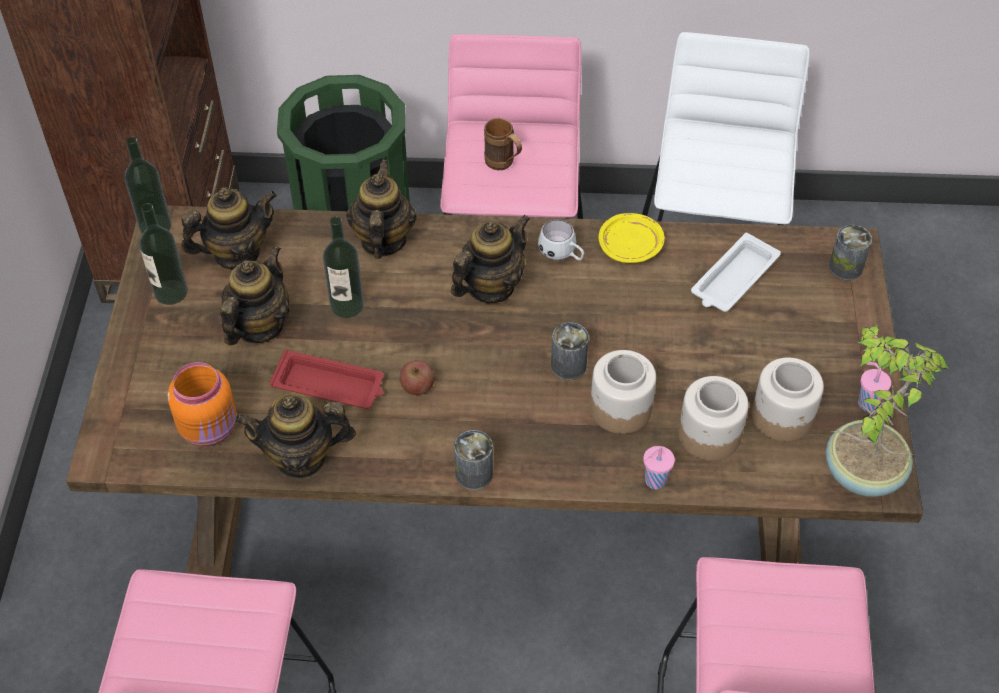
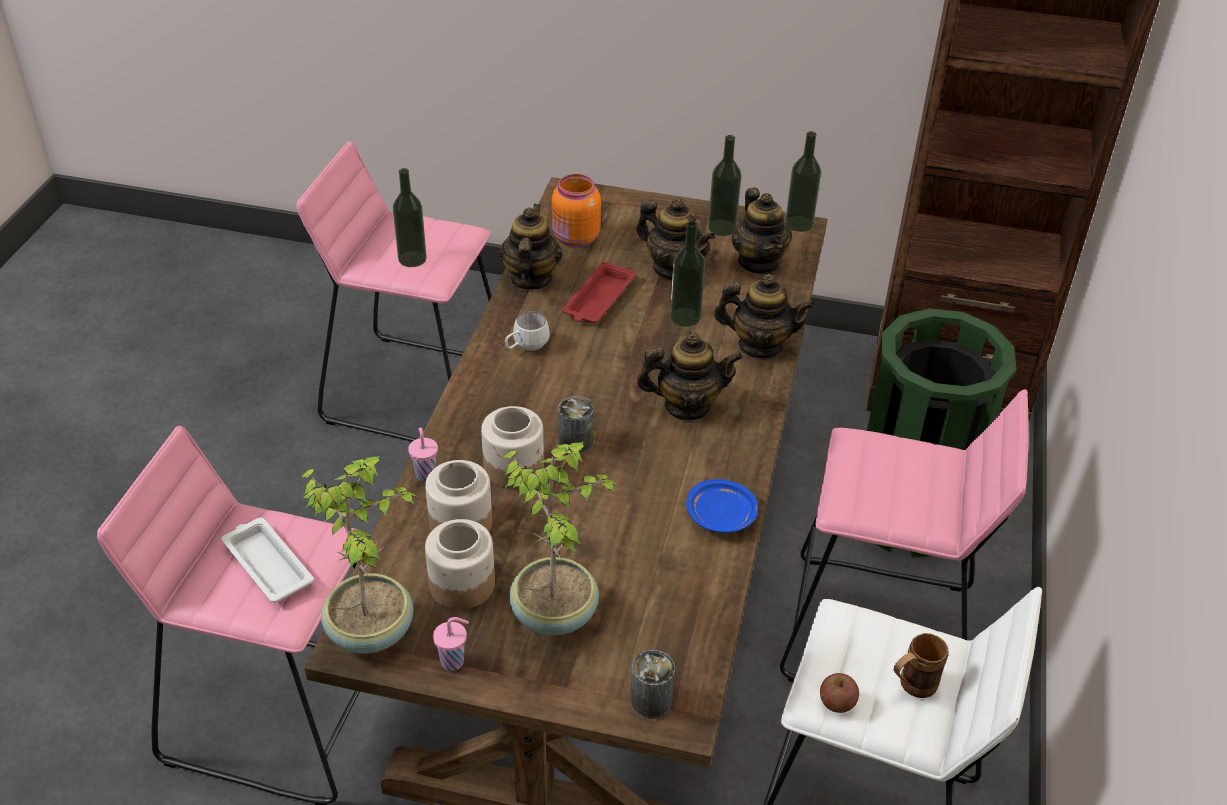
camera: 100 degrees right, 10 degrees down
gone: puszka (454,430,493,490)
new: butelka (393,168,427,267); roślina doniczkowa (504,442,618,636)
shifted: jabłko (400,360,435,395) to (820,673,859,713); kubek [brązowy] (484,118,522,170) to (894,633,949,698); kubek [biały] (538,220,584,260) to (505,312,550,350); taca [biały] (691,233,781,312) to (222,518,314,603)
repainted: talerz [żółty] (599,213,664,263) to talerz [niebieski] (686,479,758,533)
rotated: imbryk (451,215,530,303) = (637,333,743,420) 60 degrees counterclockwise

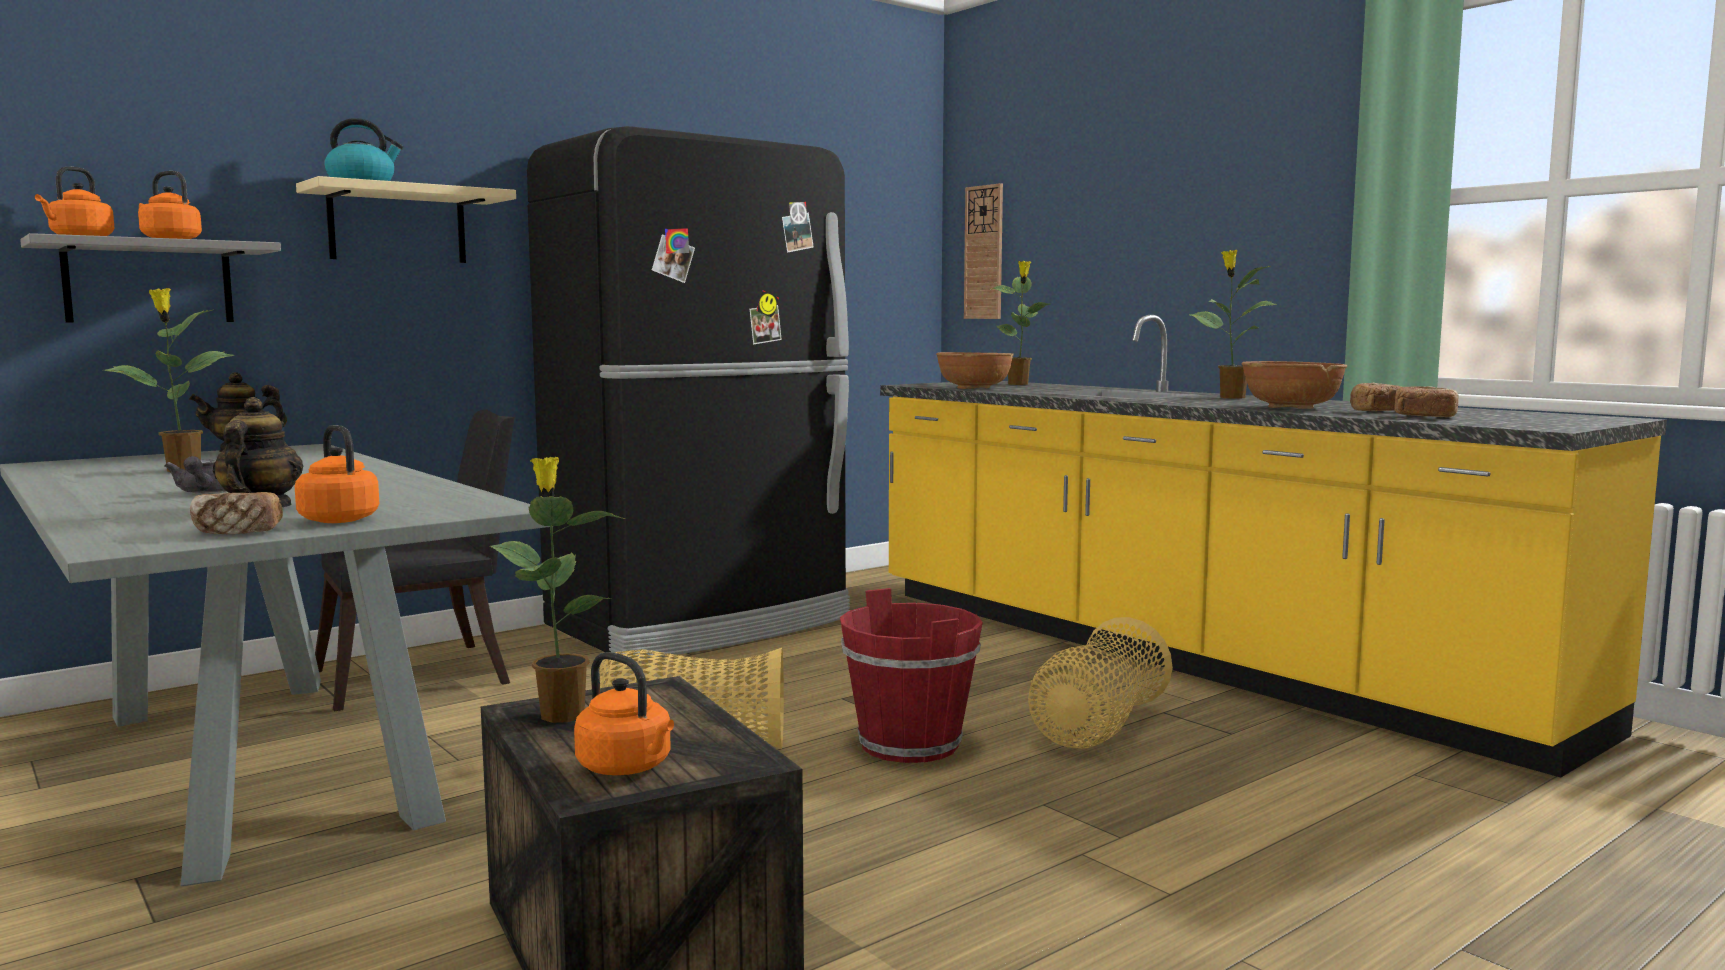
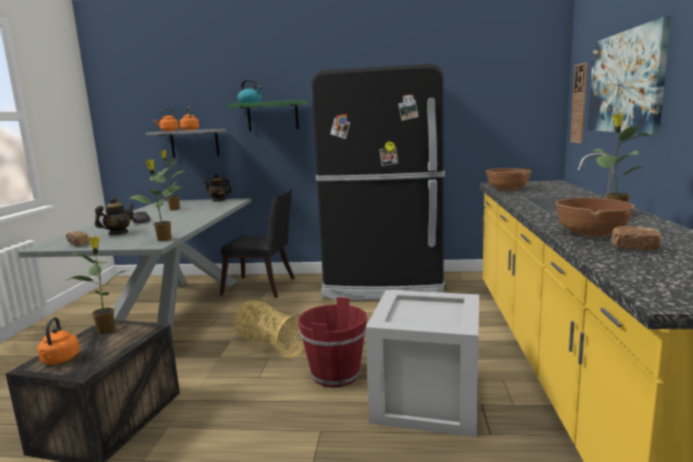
camera: 45 degrees right, 5 degrees up
gone: czajnik [pomarańczowy] (295,425,379,523); chleb (1394,386,1459,417)
new: obraz (588,16,671,135)
shifted: roślina doniczkowa (989,261,1050,385) to (129,159,182,241)
swapped: koszyk (1028,617,1173,749) to skrzynka (365,290,479,437)
repainted: półka [beżowy] (296,176,516,263) to półka [zielony] (228,100,307,131)

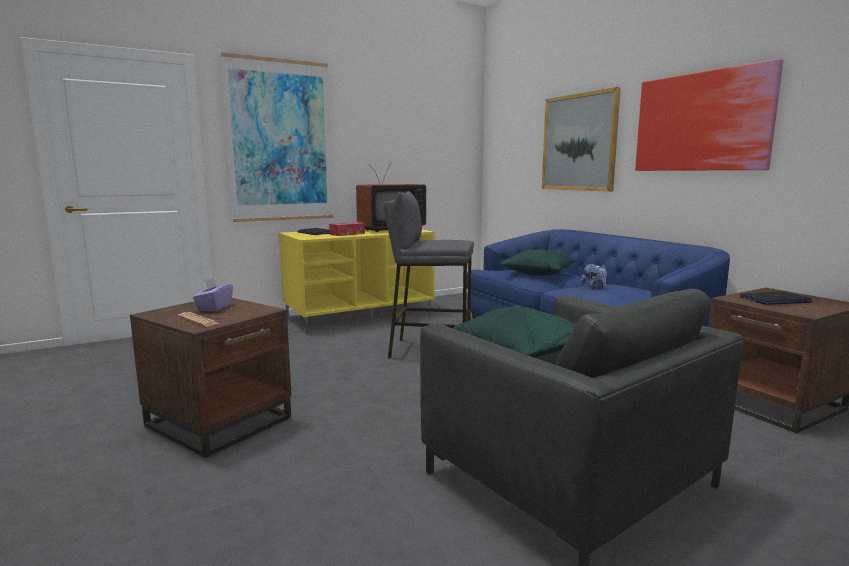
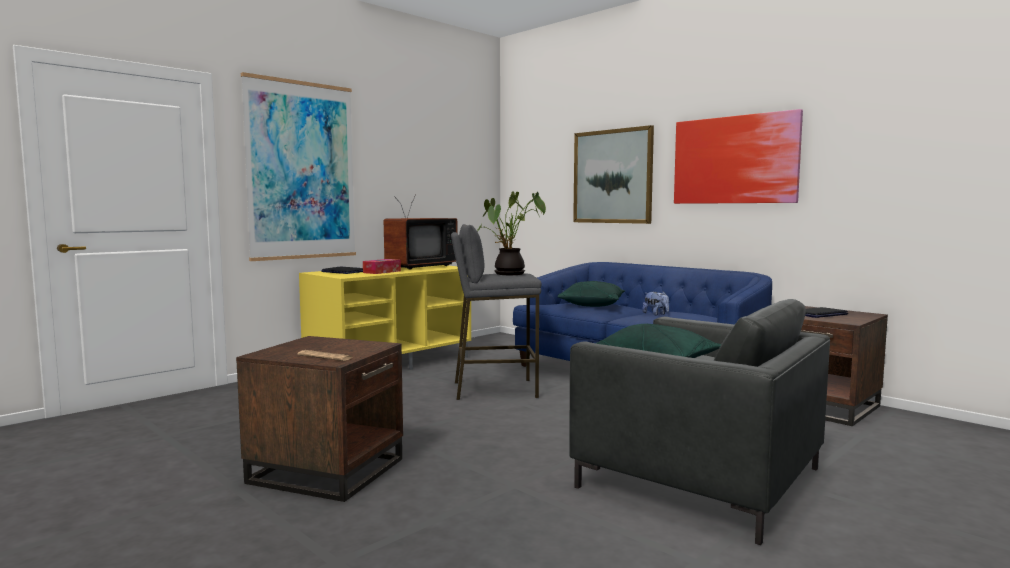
camera: 15 degrees left, 5 degrees down
gone: pudełko chusteczek [fioletowy] (193,277,233,311)
new: roślina doniczkowa (477,191,546,275)

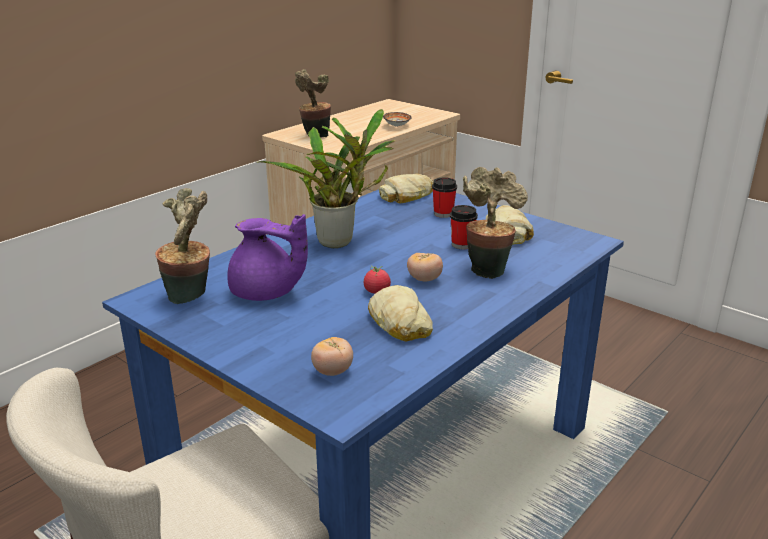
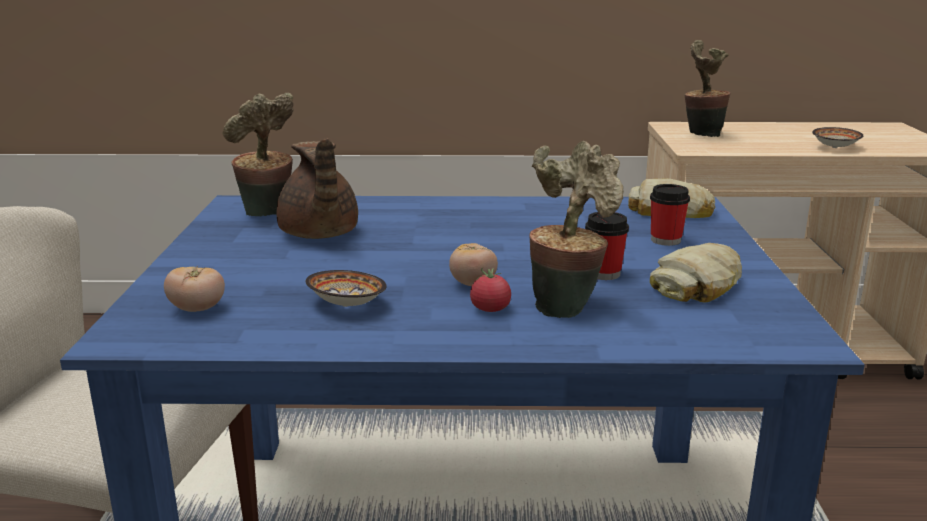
camera: 50 degrees right, 5 degrees down
gone: roślina doniczkowa (257,109,395,248)
shifted: pomidor (364,265,391,294) to (470,268,511,312)
swapped: chleb (368,285,433,341) to miska (306,270,386,307)
repainted: imbryk [fioletowy] (227,214,308,301) to imbryk [brązowy] (277,138,358,239)

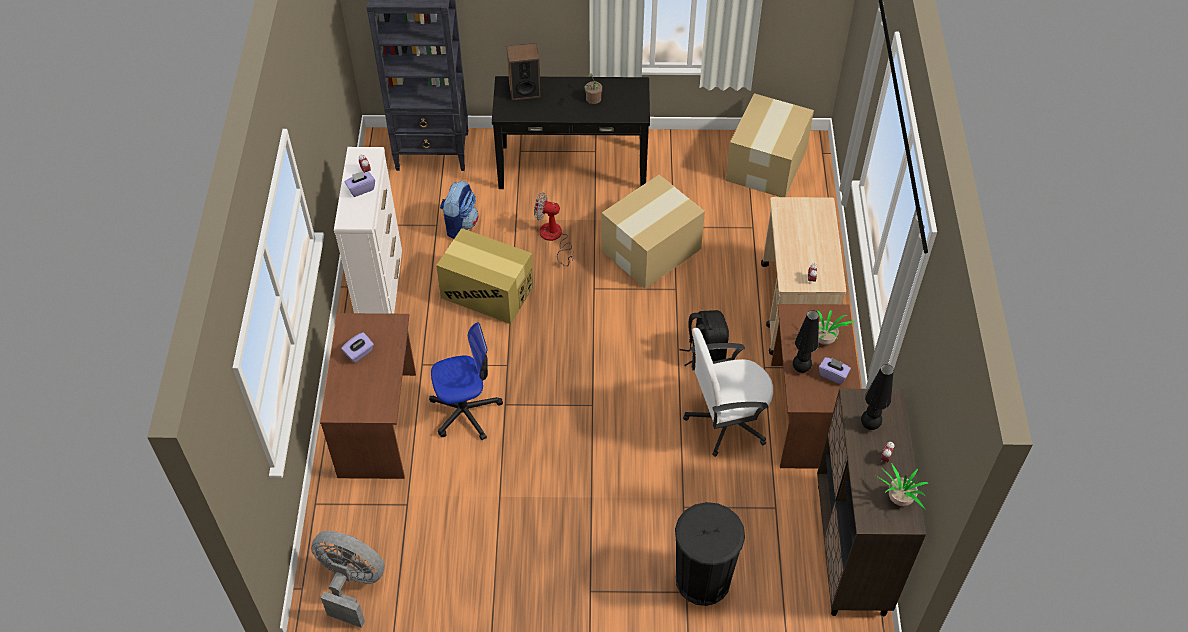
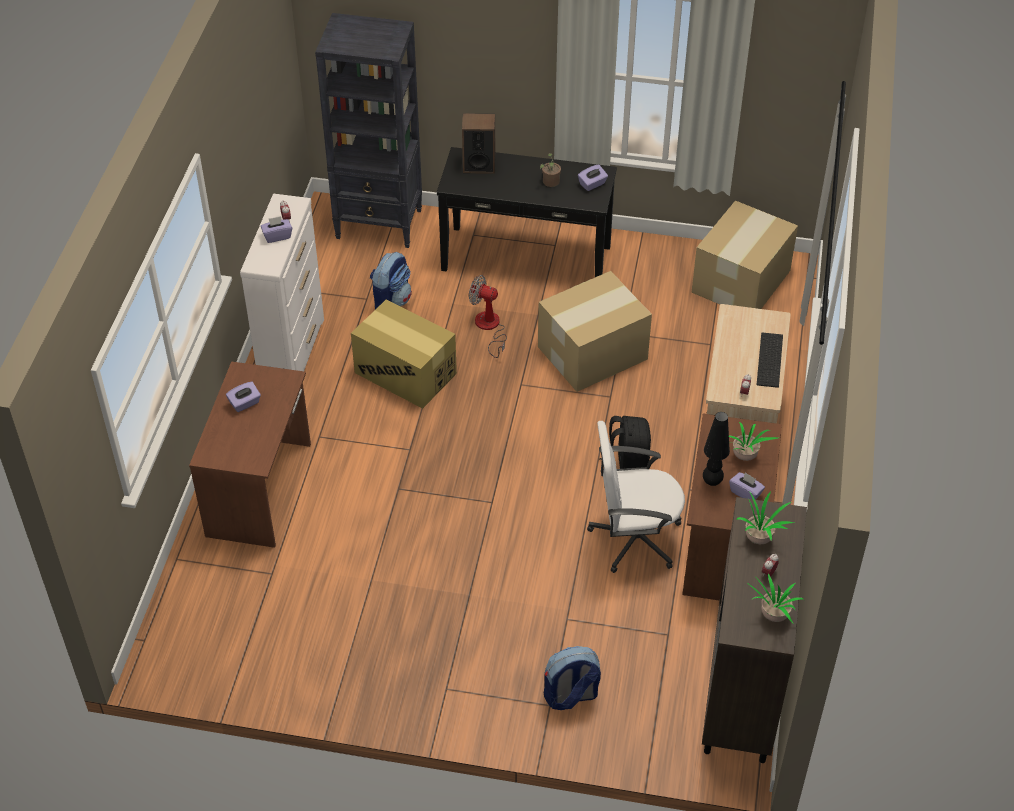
camera: 10 degrees right, 5 degrees down
gone: wentylator [szary] (311,531,385,628); krzesło biurowe (429,322,503,440)
new: pudełko chusteczek [fioletowy] (578,165,608,191); klawiatura (757,333,783,388)
swapped: kosz na śmieci [czarny] (675,502,745,606) to plecak (544,646,601,710); lampa stołowa [czarny] (861,364,894,430) to roślina doniczkowa (736,491,794,544)

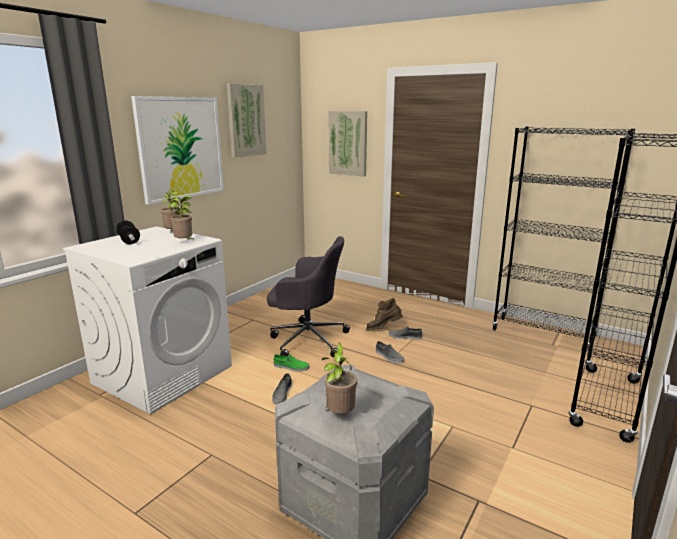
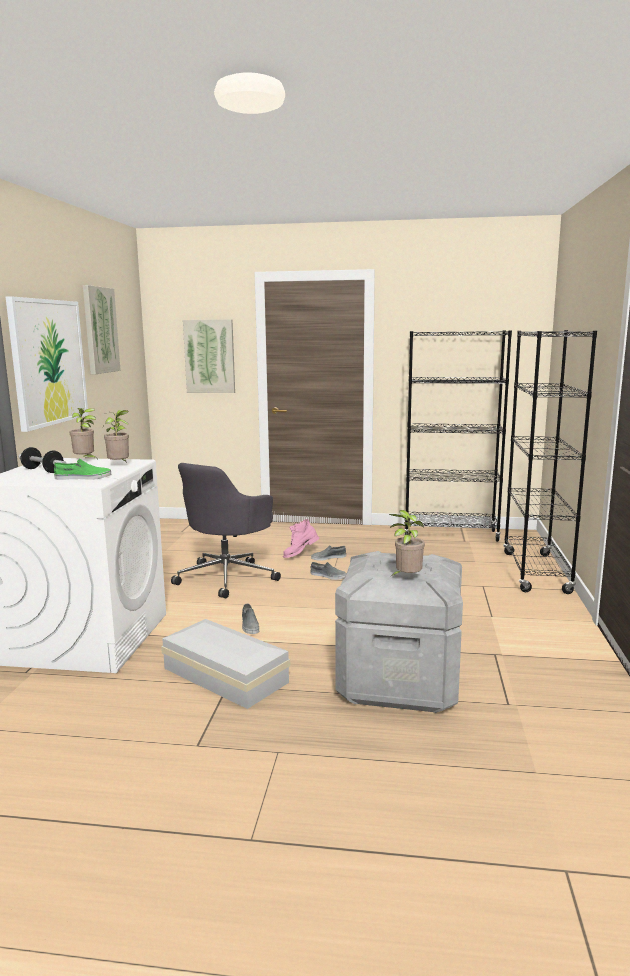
camera: 25 degrees left, 5 degrees down
new: pojemnik do przechowywania [biały] (161,619,290,709)
shifted: but [zielony] (273,354,310,372) to (54,458,111,480)
repainted: but z cholewką [brązowy] (366,298,403,330) to but z cholewką [różowy] (283,519,319,558)
rotated: krzesło biurowe [szary] (267,236,350,357) = (171,463,281,598) 135 degrees clockwise

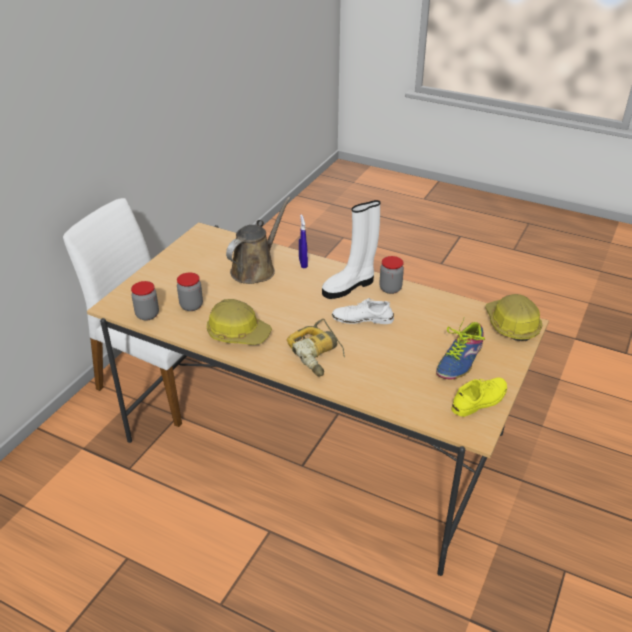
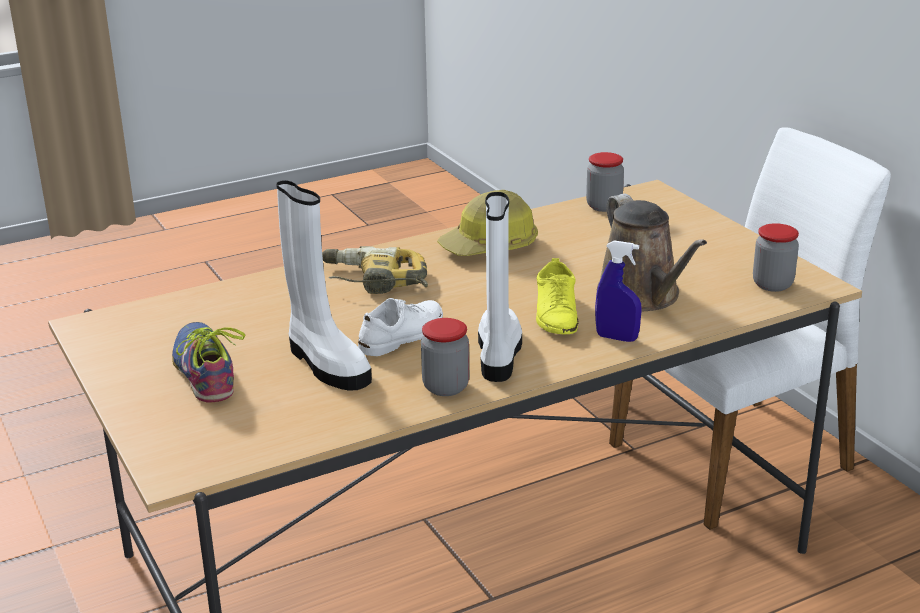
camera: 125 degrees right, 10 degrees down
gone: kask (485,294,542,341)
new: but z cholewką [biały] (276,180,372,390)
shifted: słoik (177,272,203,311) to (753,223,799,292); but [żółty] (451,378,507,417) to (536,258,578,334)

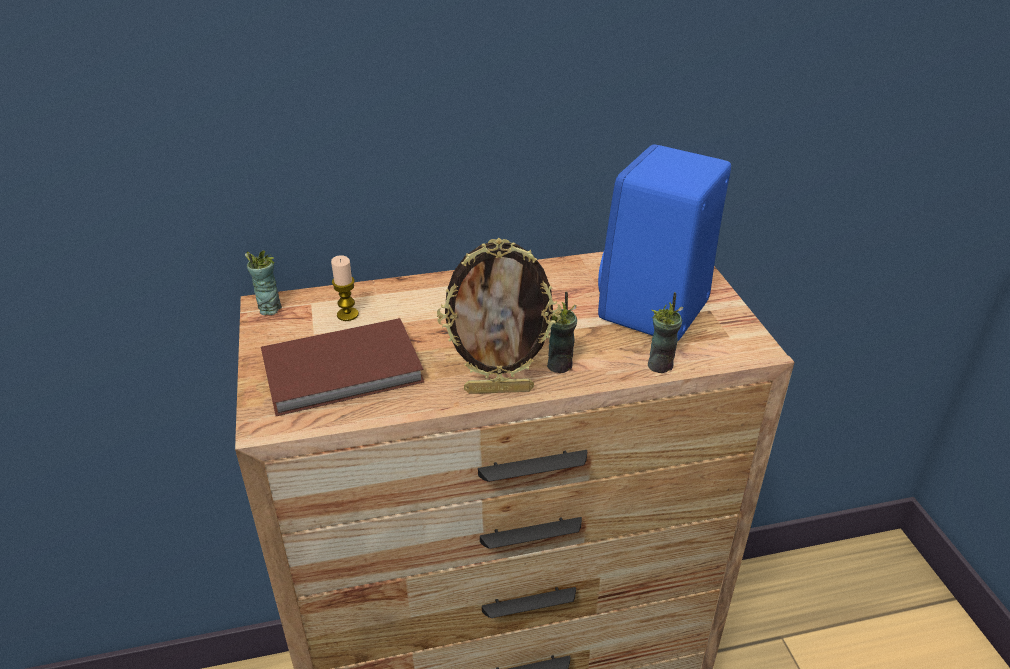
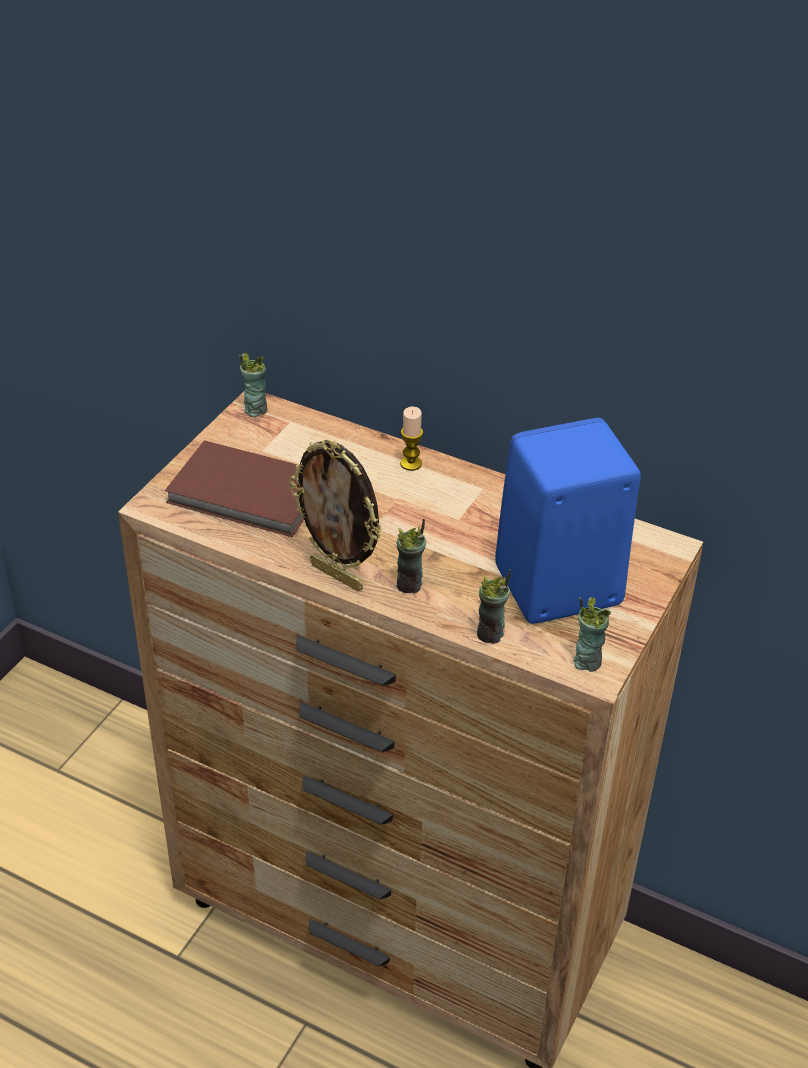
camera: 40 degrees right, 5 degrees up
new: filiżanka (573,597,611,672)
shifted: świeca (331,255,359,321) to (400,406,423,471)

